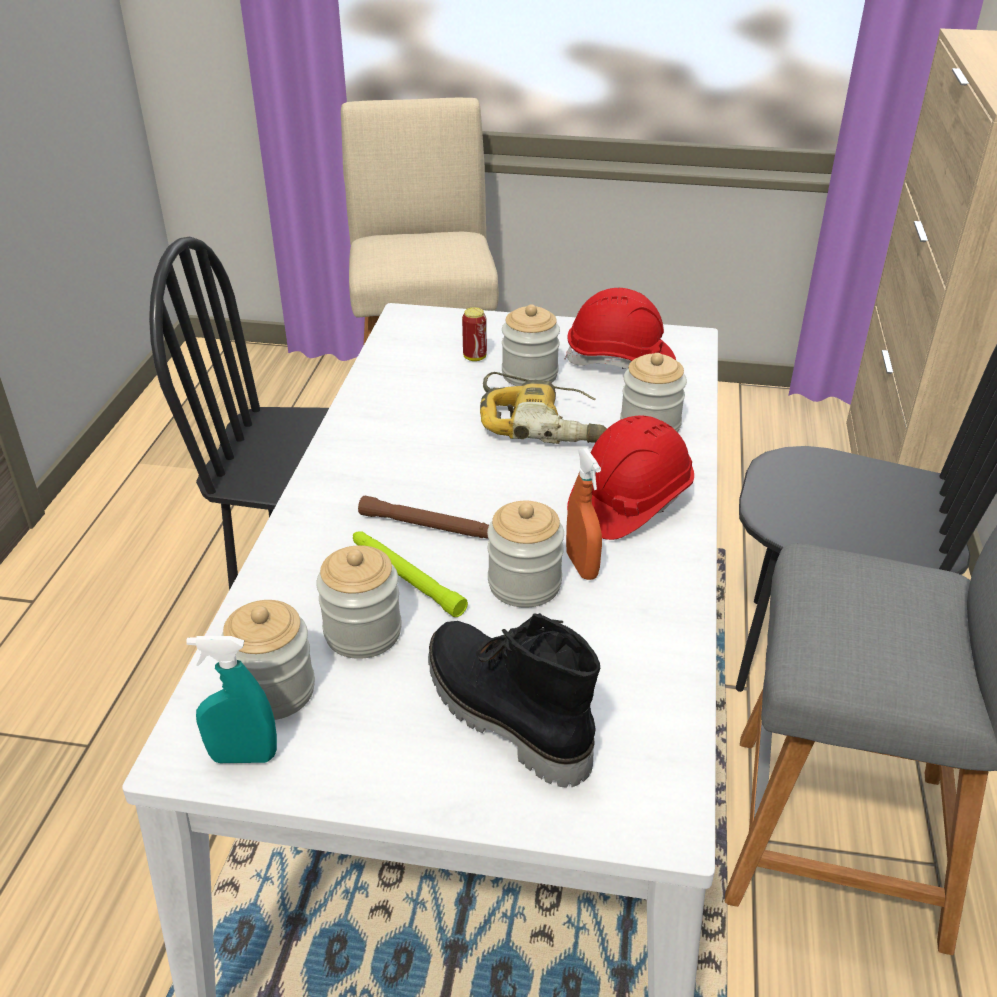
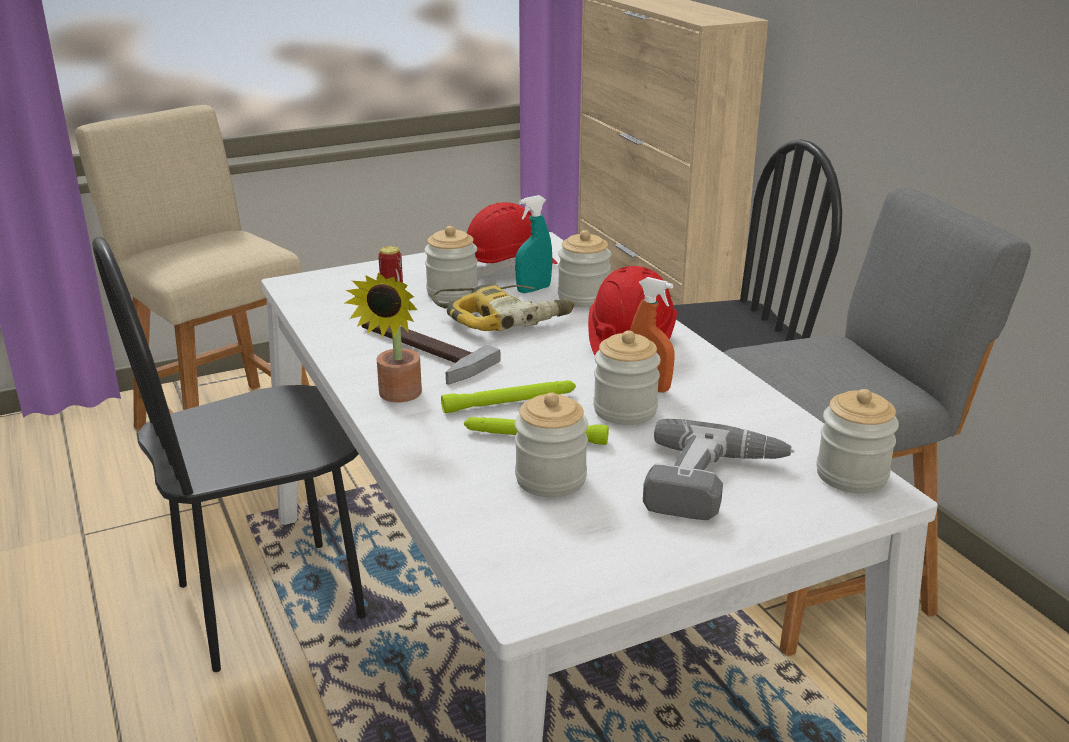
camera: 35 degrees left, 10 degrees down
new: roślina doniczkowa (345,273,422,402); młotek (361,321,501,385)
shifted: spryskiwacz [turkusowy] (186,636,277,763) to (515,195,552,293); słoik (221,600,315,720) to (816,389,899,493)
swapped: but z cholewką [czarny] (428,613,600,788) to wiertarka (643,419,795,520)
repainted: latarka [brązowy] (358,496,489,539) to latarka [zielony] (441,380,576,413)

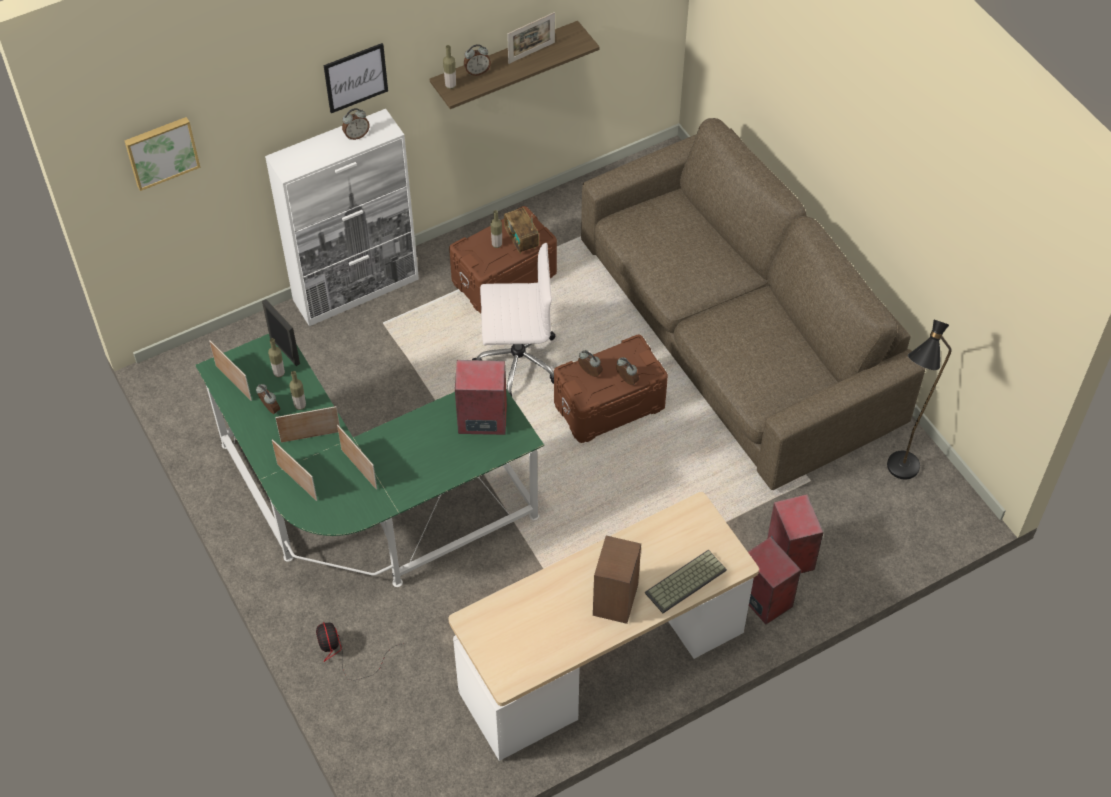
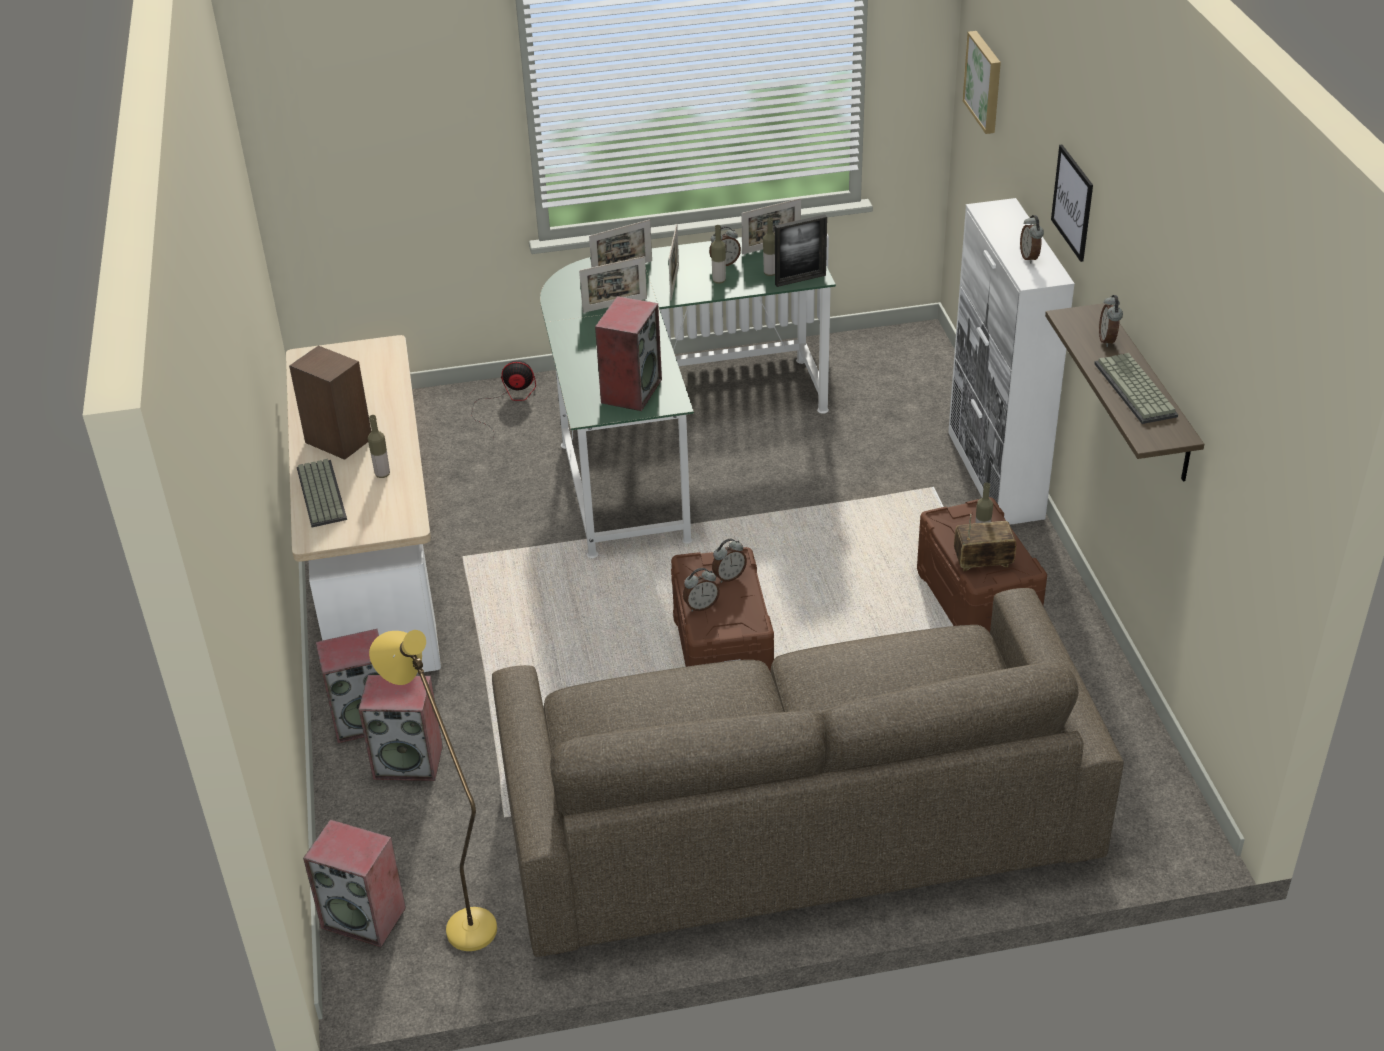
camera: 110 degrees right, 15 degrees down
gone: krzesło biurowe [biały] (472,243,555,396)
new: głośnik (303,819,406,947)
shifted: butelka (443,45,456,89) to (368,415,390,478)
swapped: ramka na zdjęcie (507,12,555,64) to klawiatura (1094,353,1178,424)
repainted: lampa stojąca [czarny] (887,320,951,480) to lampa stojąca [żółty] (369,630,497,951)

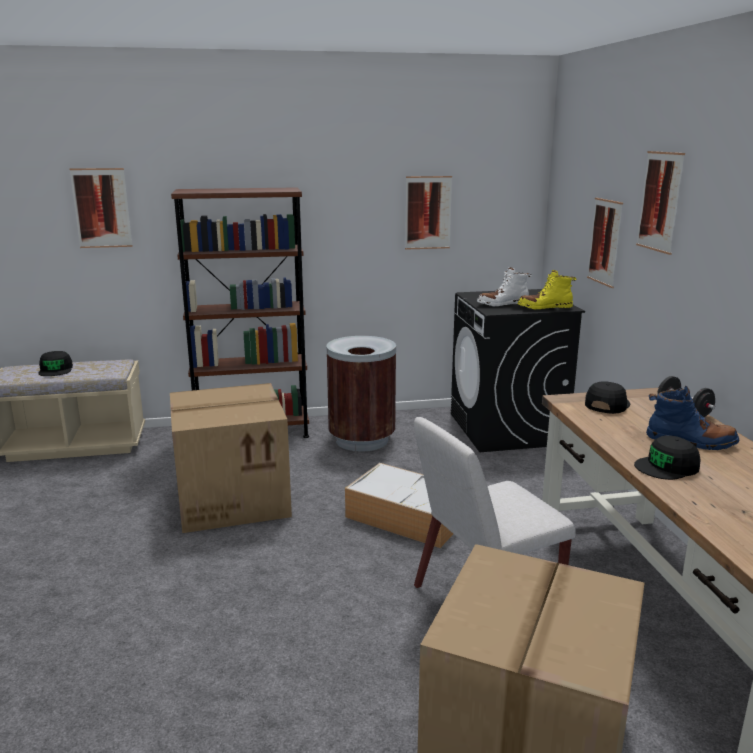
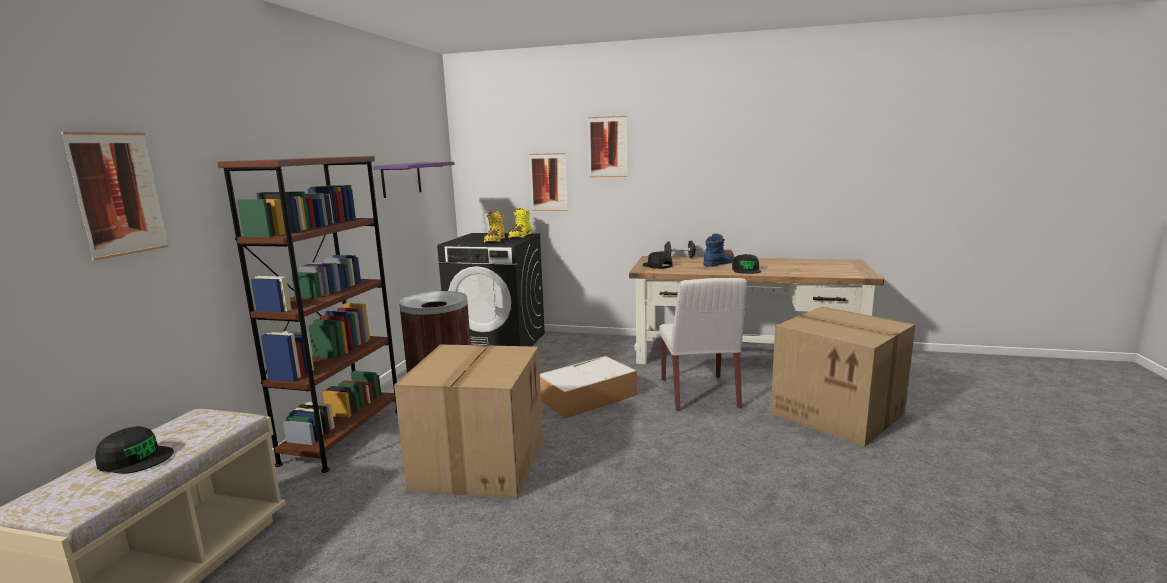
camera: 65 degrees left, 5 degrees down
swapped: obraz (405,176,452,250) to półka [fioletowy] (373,162,454,198)
repainted: but z cholewką [biały] (477,267,531,307) to but z cholewką [żółty] (484,211,505,243)

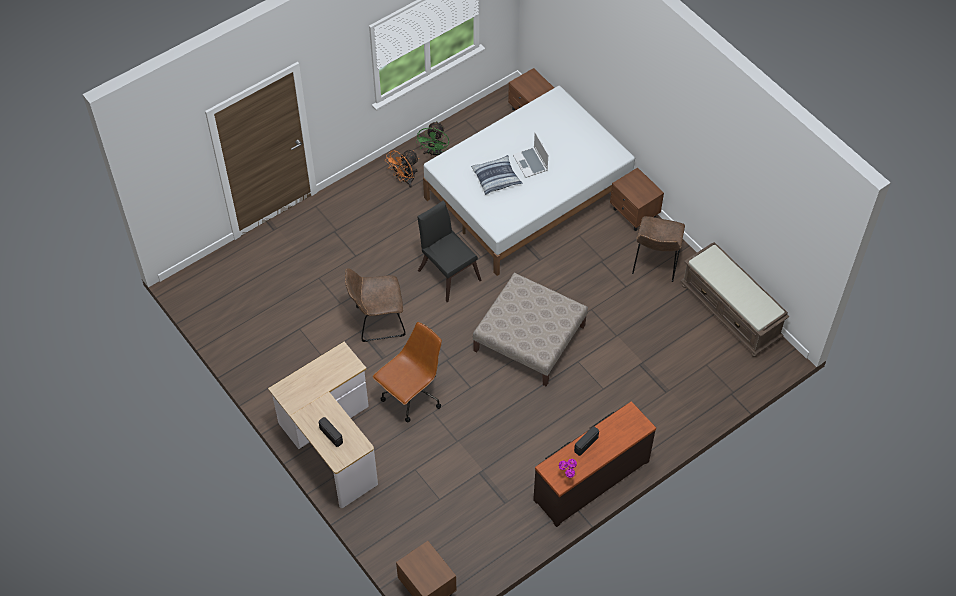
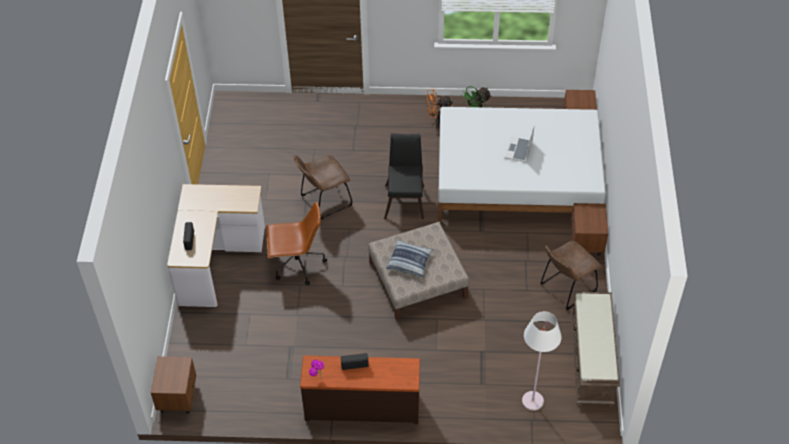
camera: 40 degrees right, 5 degrees down
new: lampa stojąca [biały] (522,311,561,411)
shifted: poduszka (471,155,523,195) to (386,240,434,278)
rotated: krzesło [brązowy] (345,268,406,342) = (294,155,353,219) 60 degrees counterclockwise

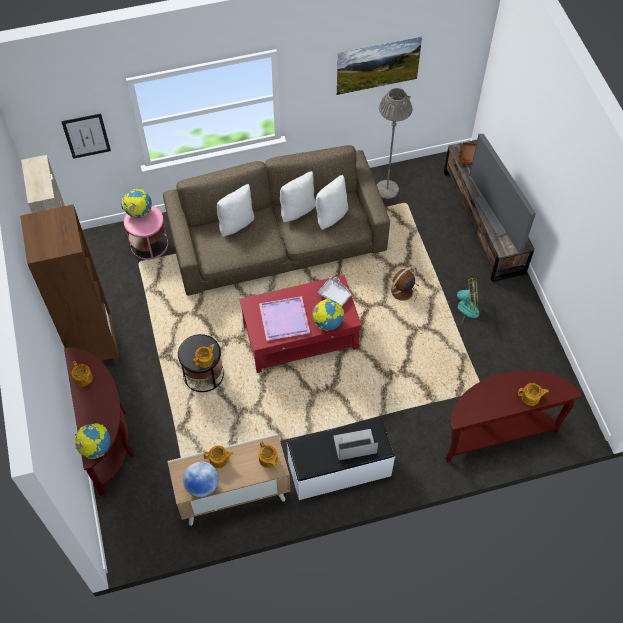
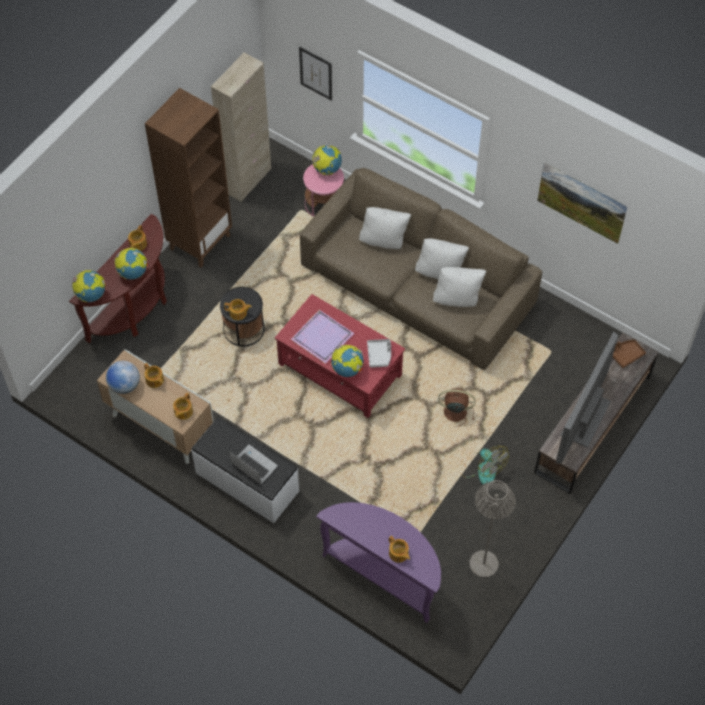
camera: 50 degrees right, 0 degrees up
new: globus (114,248,148,280)
shifted: lampa stojąca [szary] (377,88,412,199) to (470,480,516,578)
repainted: stolik konsolowy [brązowy] (446,371,582,463) to stolik konsolowy [fioletowy] (316,502,441,623)

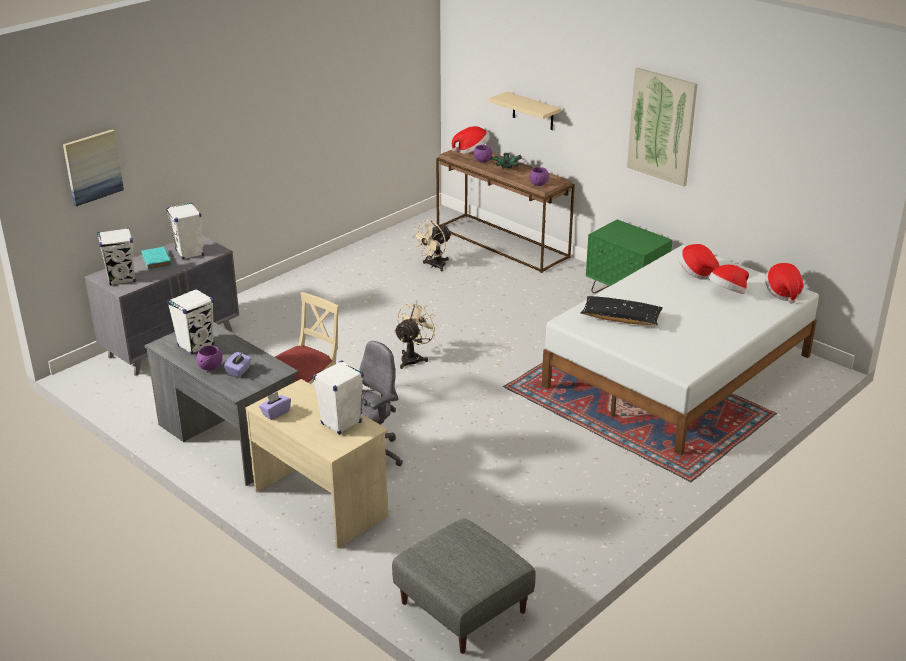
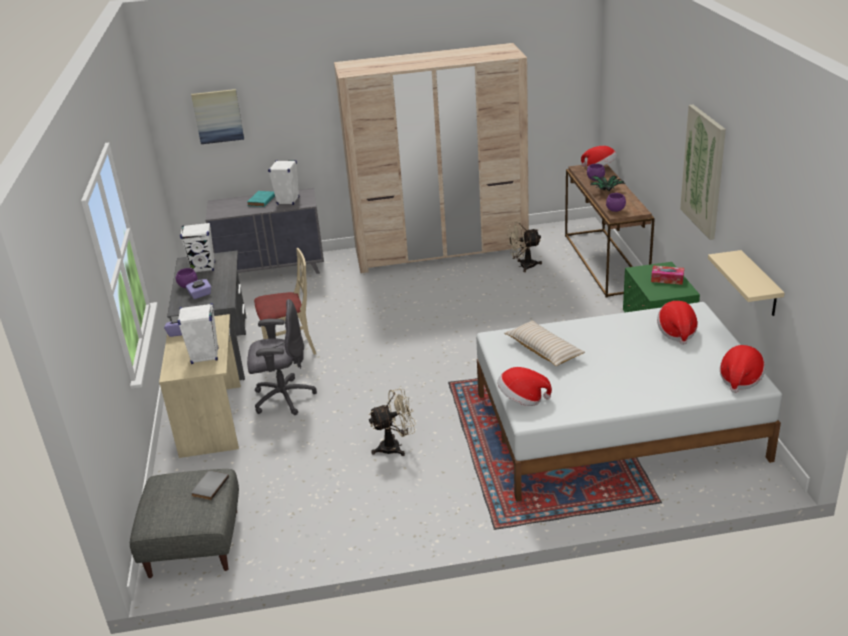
camera: 40 degrees right, 0 degrees up
gone: głośnik [biały] (97,228,135,286)
new: książka [szary] (191,471,229,500); szafa [beżowy] (334,43,529,273); pudełko chusteczek (651,265,684,285)
shifted: wentylator [beżowy] (394,301,439,369) to (369,389,416,456); półka [beżowy] (489,92,561,130) to (708,250,785,316); kapelusz (708,265,749,294) to (497,367,552,406)
repainted: poduszka [czarny] (580,296,663,325) to poduszka [beżowy] (504,321,585,366)

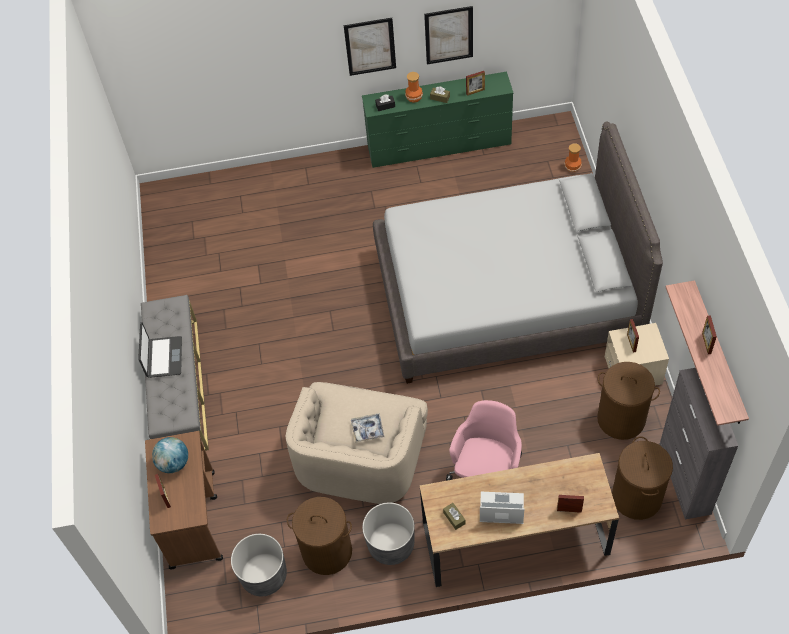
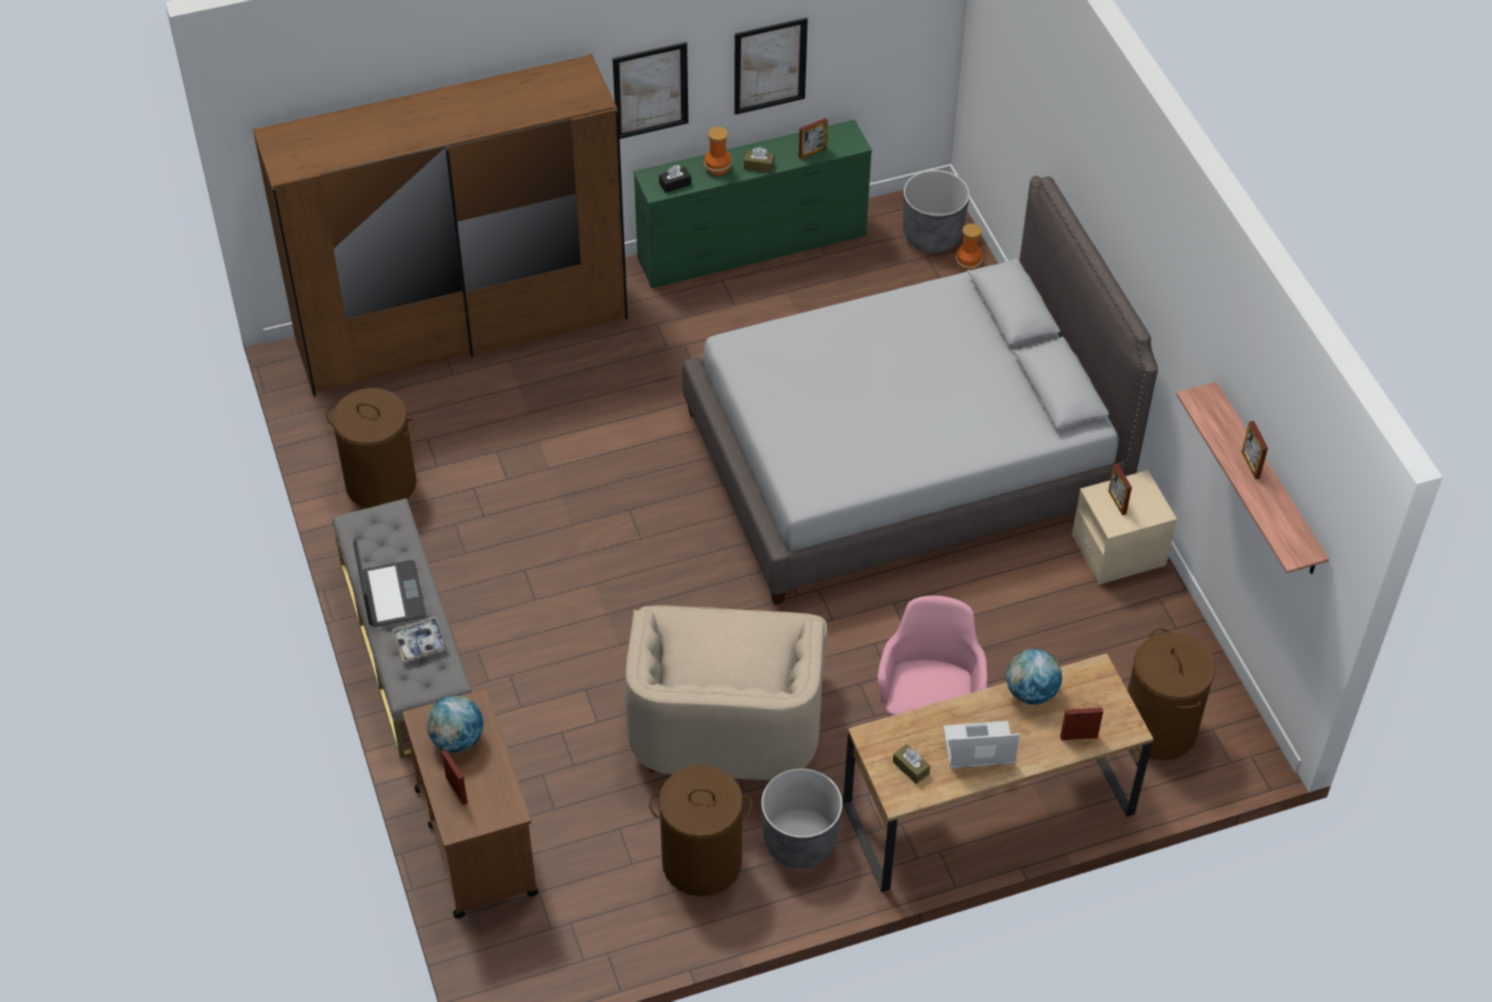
camera: 15 degrees left, 5 degrees down
gone: szafka [szary] (660,368,738,519)
new: szafa [brązowy] (253,54,628,397); globus (1006,649,1062,705)
shifted: donica [szary] (231,534,287,596) to (903,170,970,253); taca (351,413,384,443) to (392,616,448,662); kosz na pranie [brązowy] (597,362,660,440) to (326,388,417,508)

